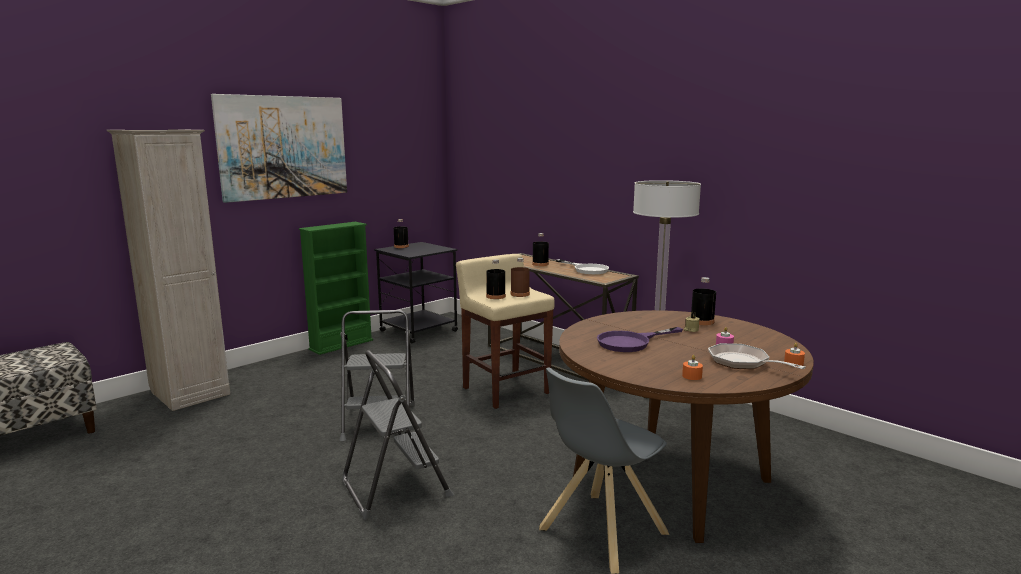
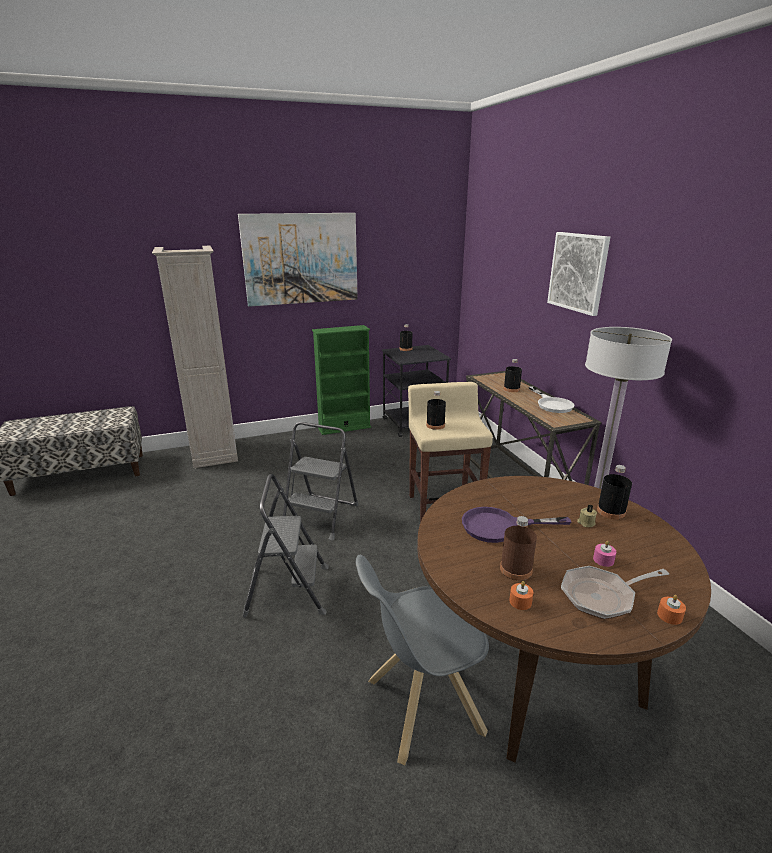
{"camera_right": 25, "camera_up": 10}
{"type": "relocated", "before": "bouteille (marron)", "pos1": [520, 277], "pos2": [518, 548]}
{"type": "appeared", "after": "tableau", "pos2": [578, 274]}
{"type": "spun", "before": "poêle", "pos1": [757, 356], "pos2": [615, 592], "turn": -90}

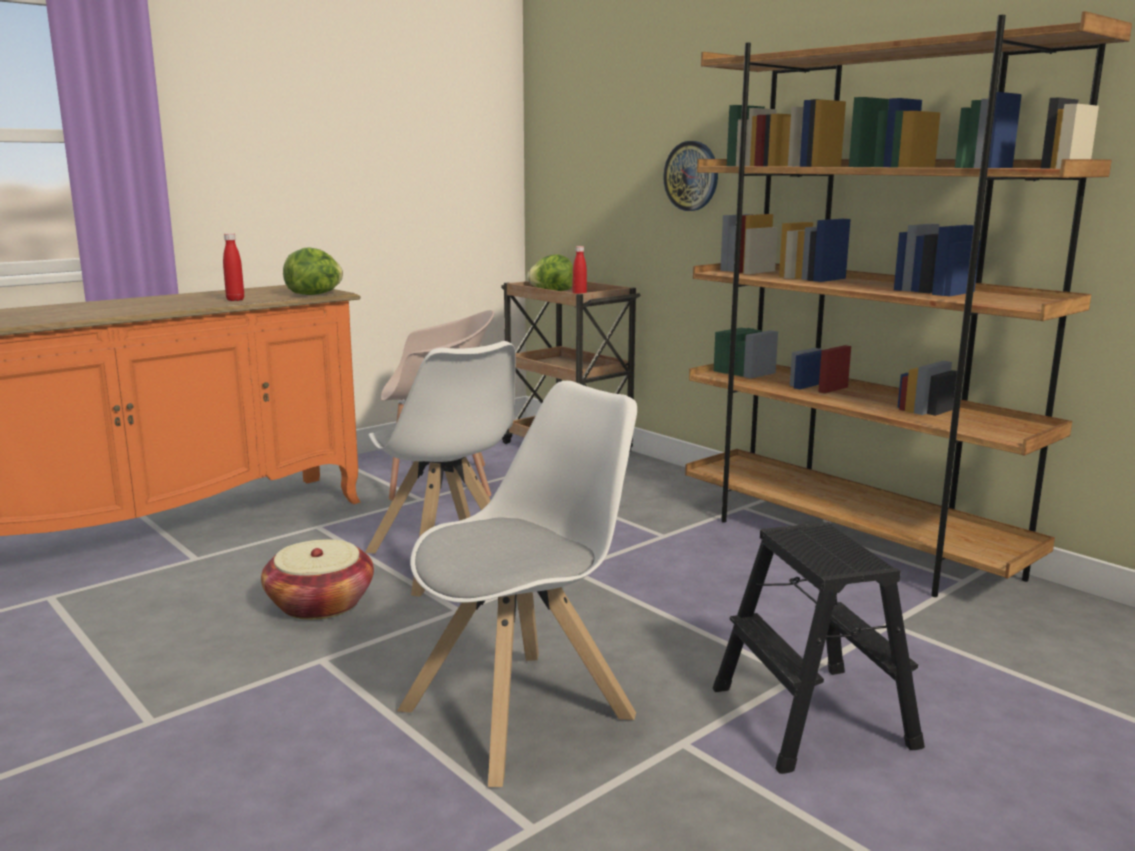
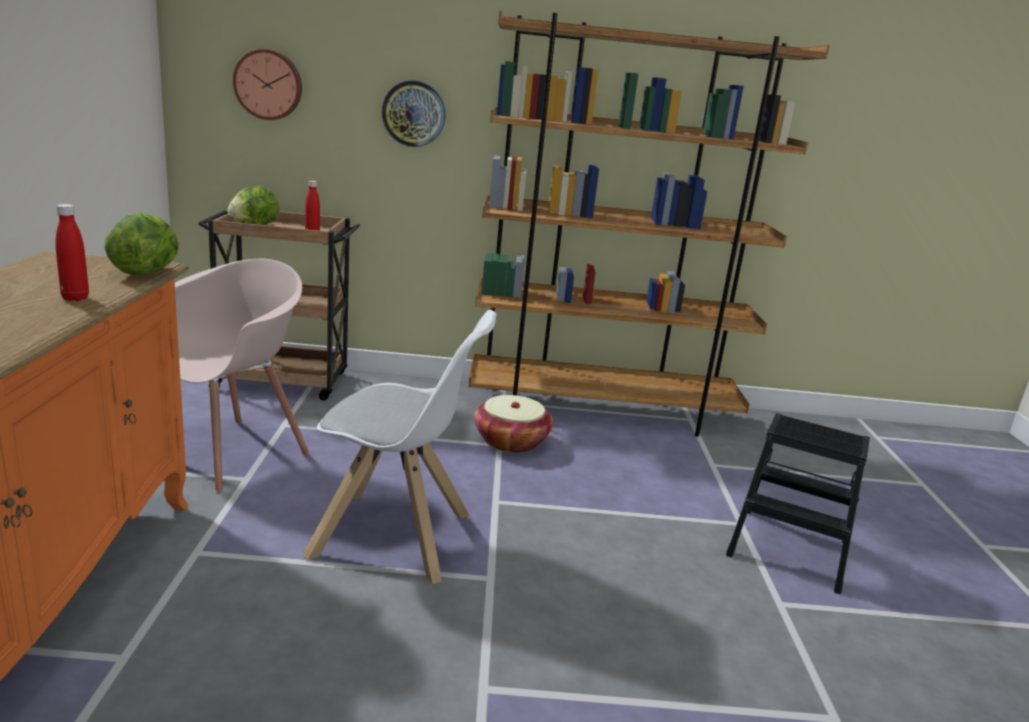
{"camera_right": -50, "camera_up": 5}
{"type": "appeared", "after": "horloge murale", "pos2": [267, 84]}
{"type": "relocated", "before": "panier", "pos1": [317, 579], "pos2": [513, 424]}
{"type": "missing", "before": "chaise", "pos1": [517, 584]}

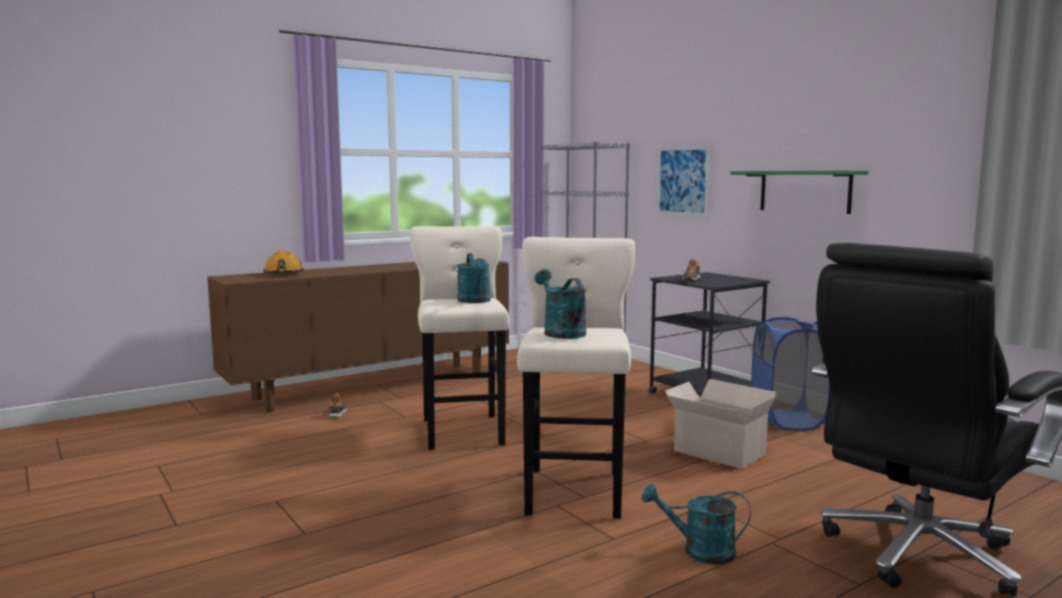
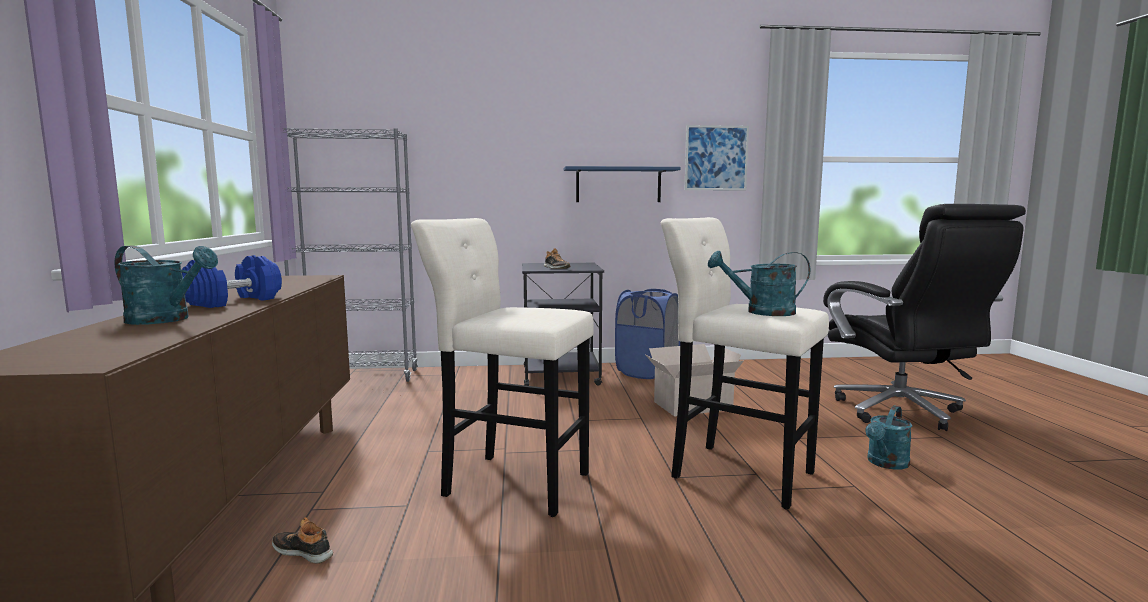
{"camera_right": -60, "camera_up": 0}
{"type": "relocated", "before": "arrosoir (turquoise)", "pos1": [474, 278], "pos2": [166, 285]}
{"type": "appeared", "after": "haltère (bleu)", "pos2": [232, 281]}
{"type": "colour", "before": "étagère (vert)", "after": "étagère (bleu)", "pos1": [799, 192], "pos2": [622, 184]}
{"type": "relocated", "before": "tableau", "pos1": [683, 181], "pos2": [716, 157]}
{"type": "missing", "before": "casque de chantier (orange)", "pos1": [283, 261]}

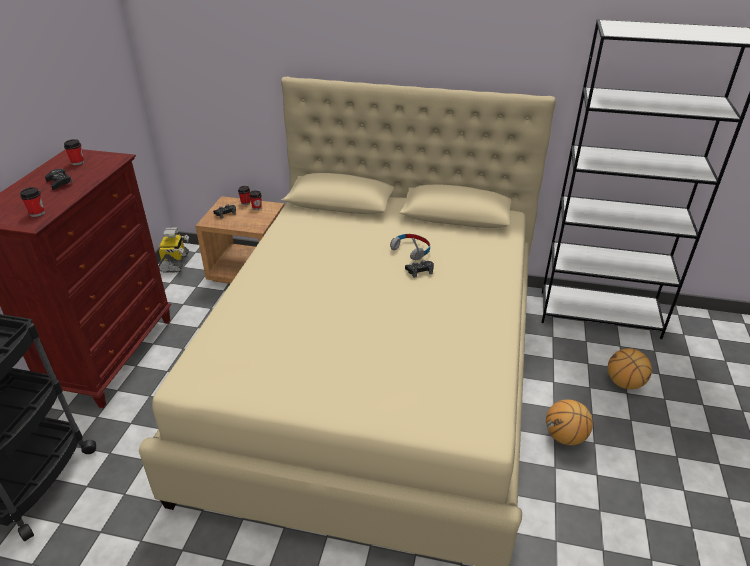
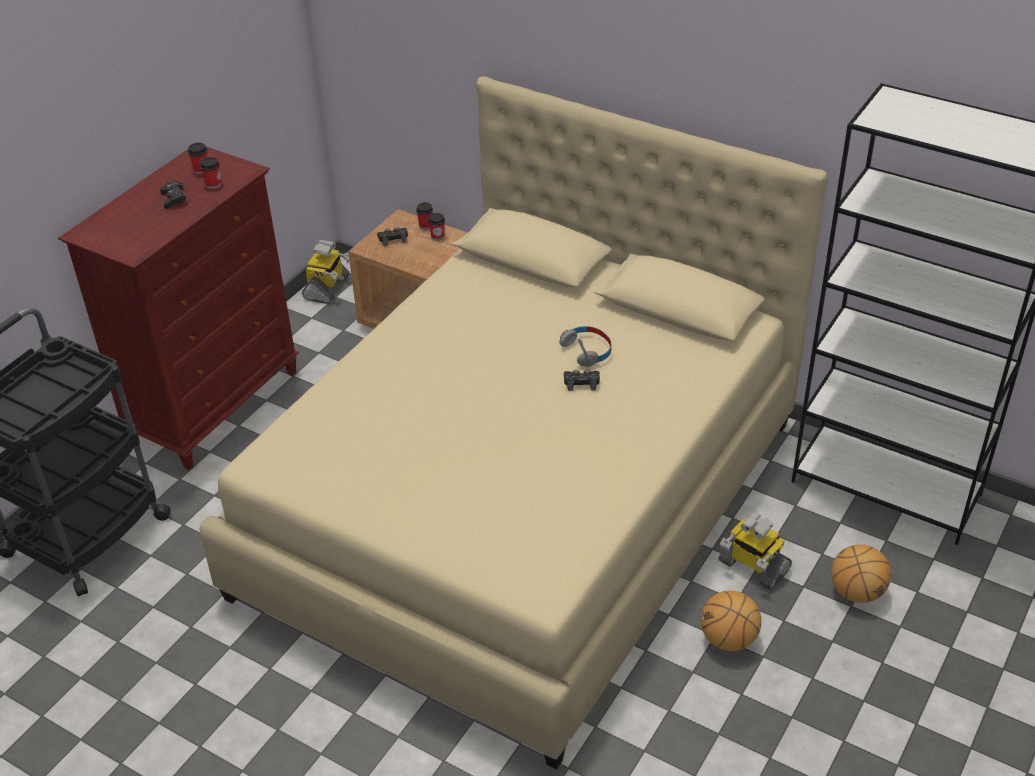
{"camera_right": 20, "camera_up": 5}
{"type": "relocated", "before": "tasse", "pos1": [32, 202], "pos2": [210, 173]}
{"type": "appeared", "after": "robot jouet", "pos2": [755, 551]}

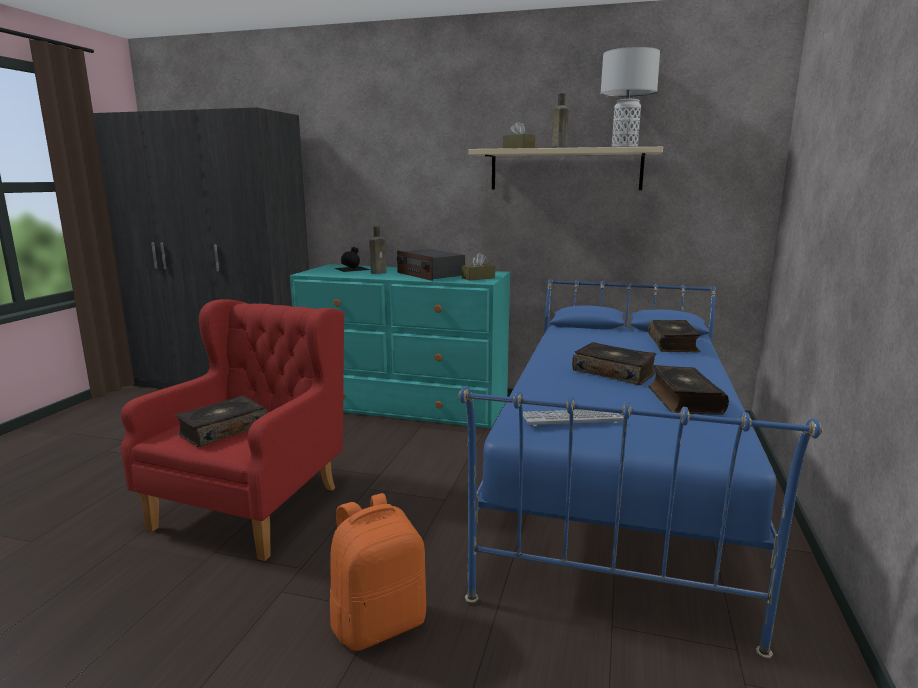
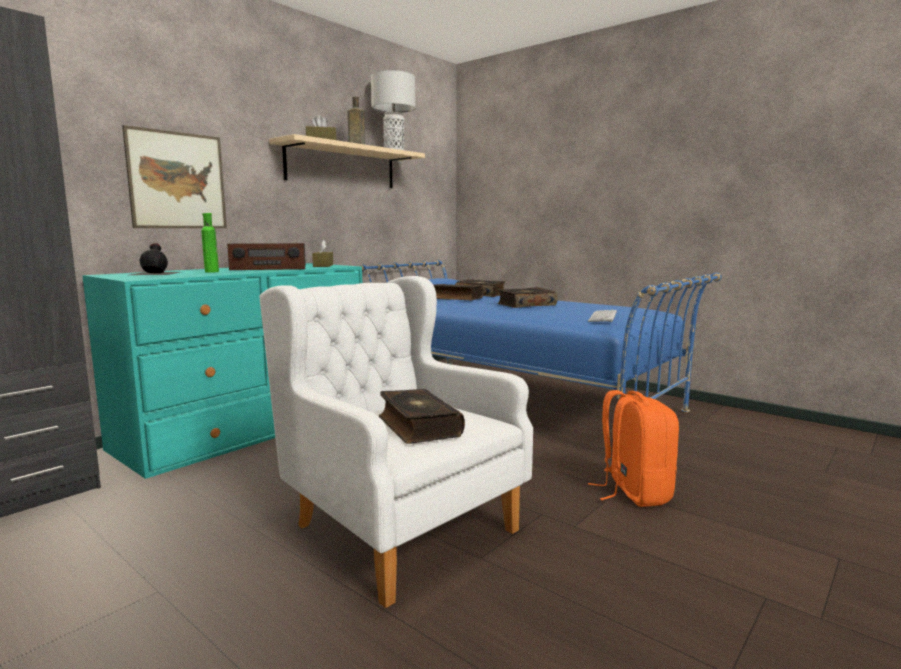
{"camera_right": -65, "camera_up": -5}
{"type": "appeared", "after": "tableau", "pos2": [174, 176]}
{"type": "colour", "before": "bouteille (marron)", "after": "bouteille (vert)", "pos1": [377, 250], "pos2": [210, 243]}
{"type": "colour", "before": "fauteuil (rouge)", "after": "fauteuil (blanc)", "pos1": [232, 430], "pos2": [396, 442]}
{"type": "relocated", "before": "livre", "pos1": [688, 390], "pos2": [458, 292]}

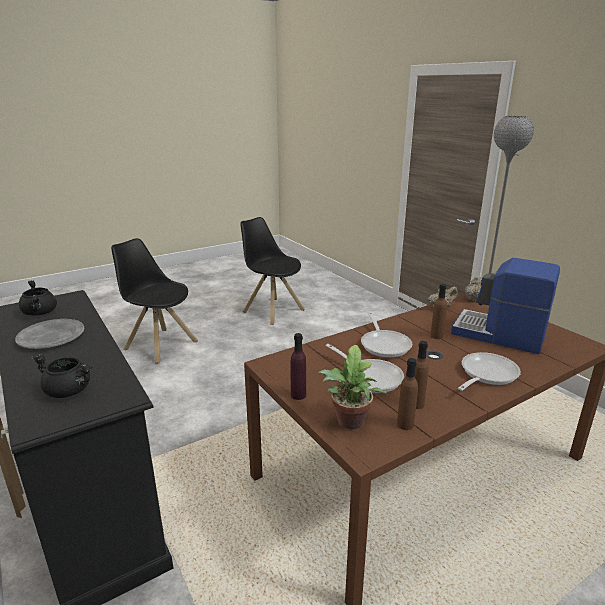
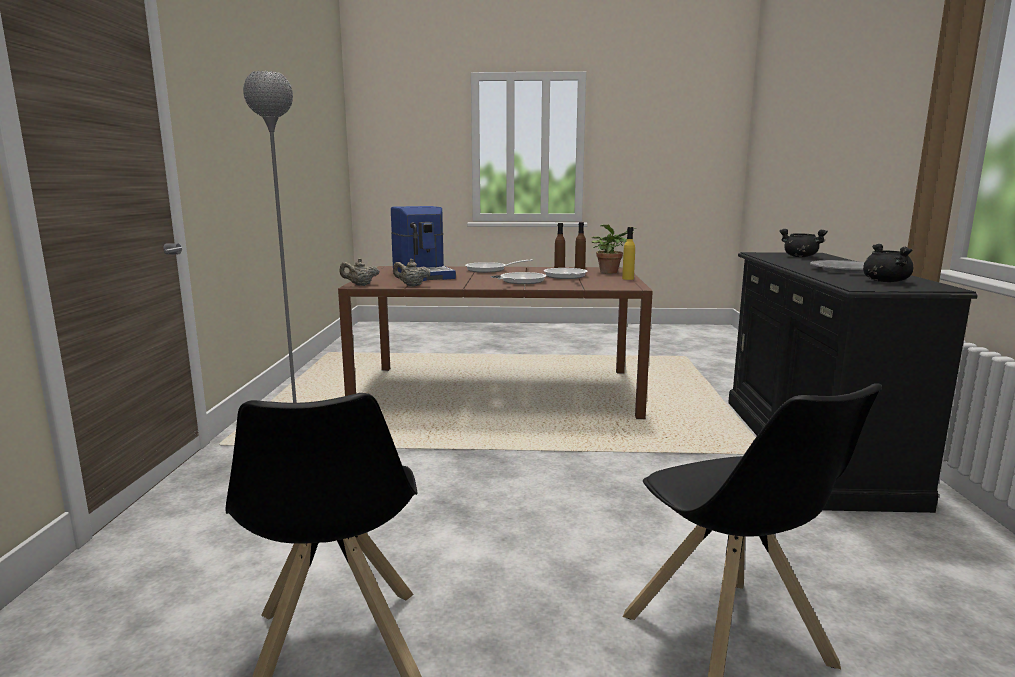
{"camera_right": -145, "camera_up": -10}
{"type": "colour", "before": "bouteille (violet)", "after": "bouteille (jaune)", "pos1": [298, 366], "pos2": [628, 253]}
{"type": "missing", "before": "bouteille (marron)", "pos1": [438, 311]}

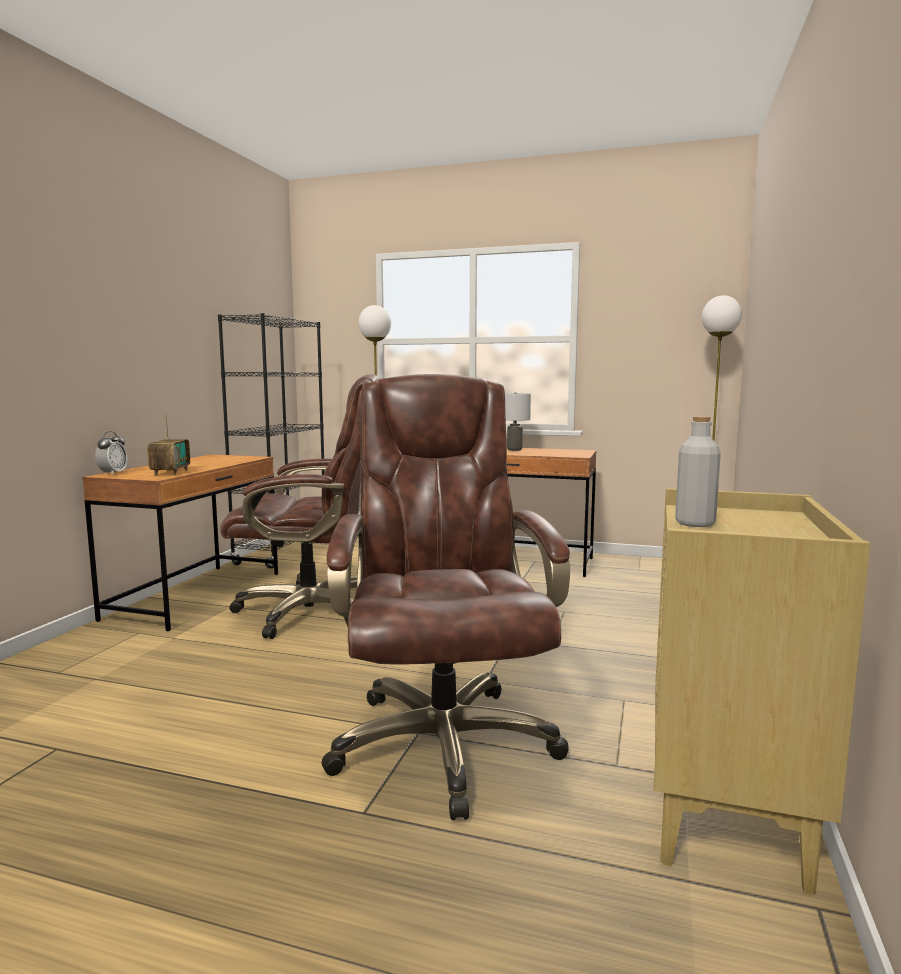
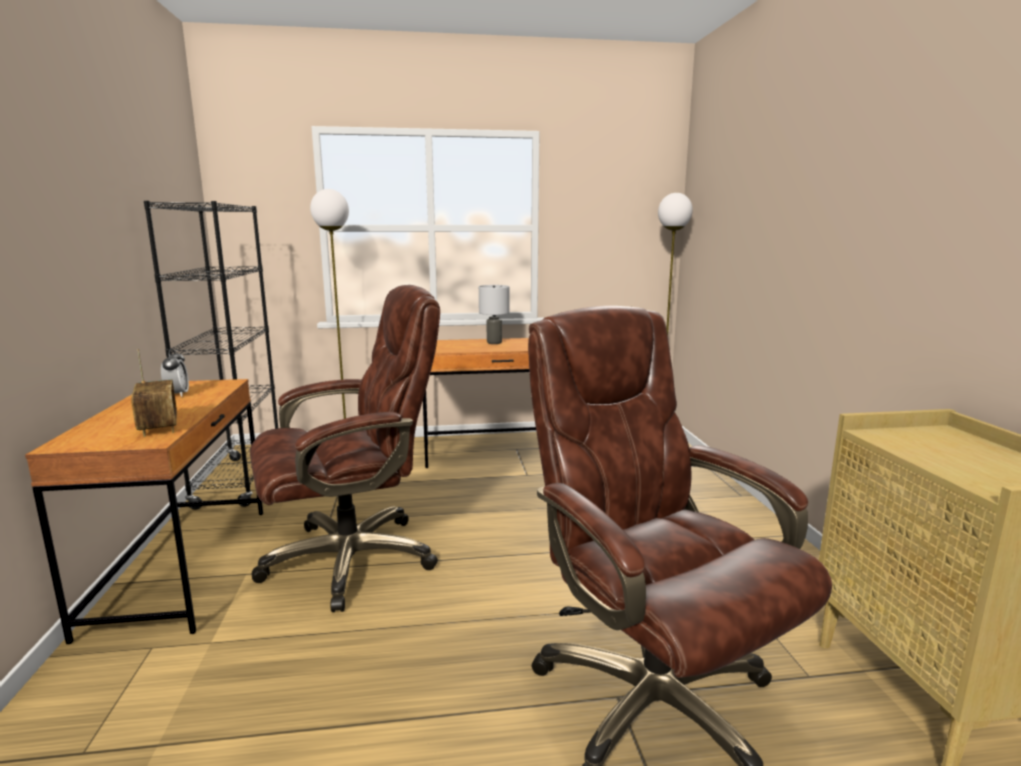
{"camera_right": -25, "camera_up": 5}
{"type": "relocated", "before": "réveil", "pos1": [111, 453], "pos2": [175, 372]}
{"type": "missing", "before": "bouteille (gris)", "pos1": [698, 471]}

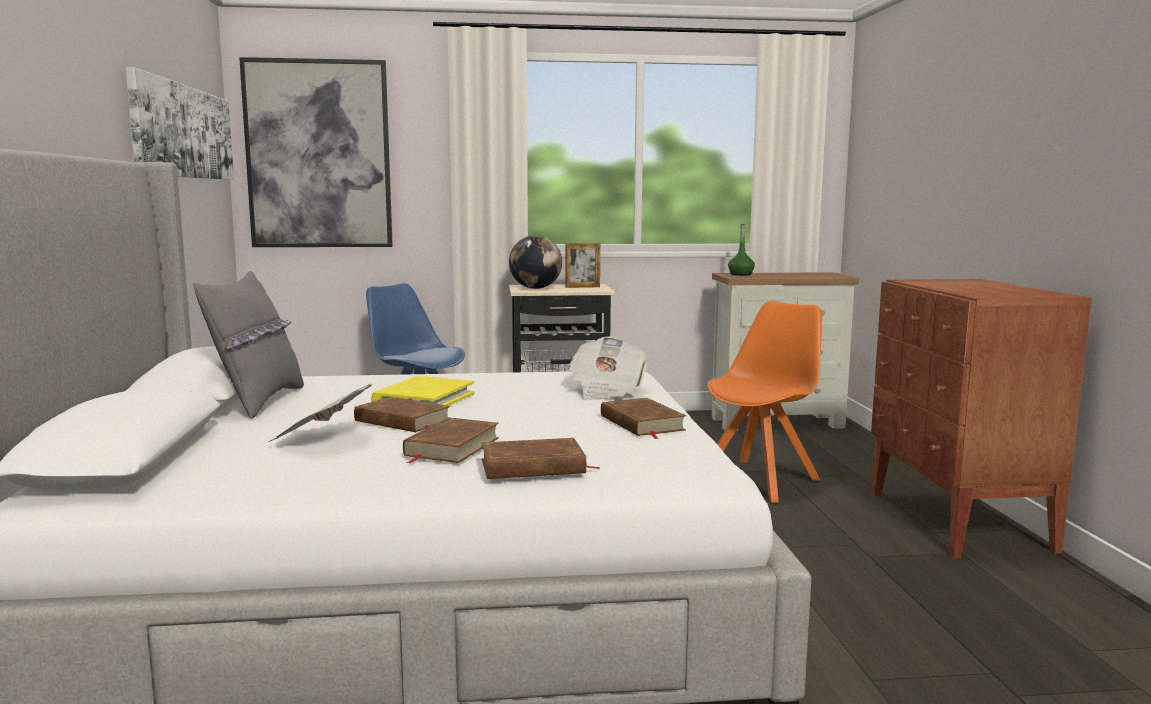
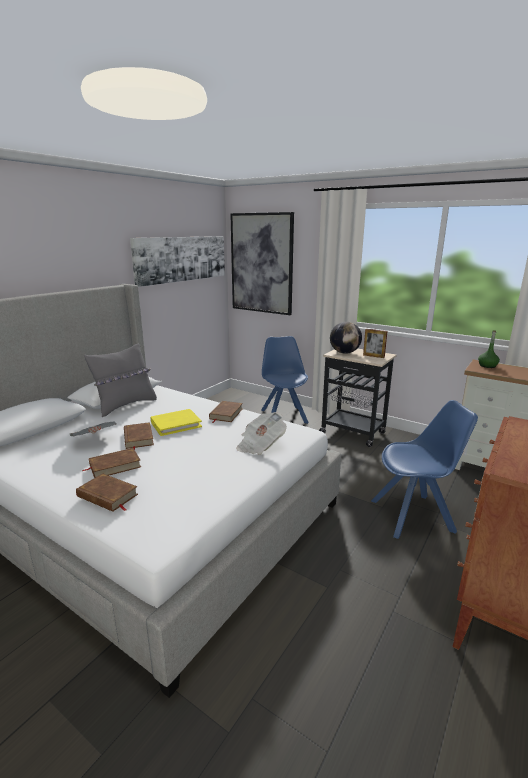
{"camera_right": 40, "camera_up": 10}
{"type": "relocated", "before": "livre (marron)", "pos1": [643, 418], "pos2": [226, 412]}
{"type": "colour", "before": "chaise (orange)", "after": "chaise (bleu)", "pos1": [765, 402], "pos2": [424, 469]}

